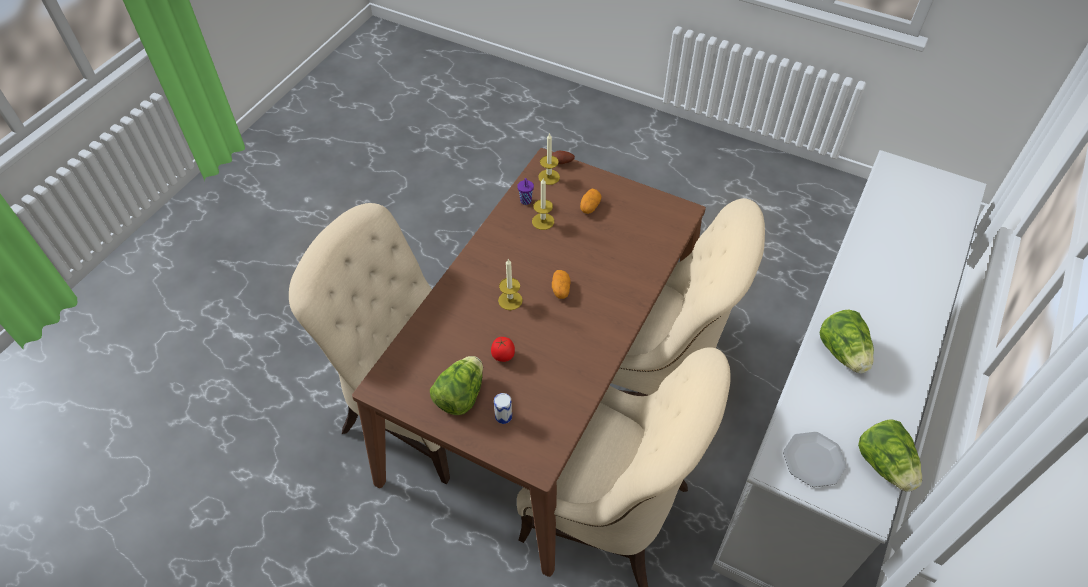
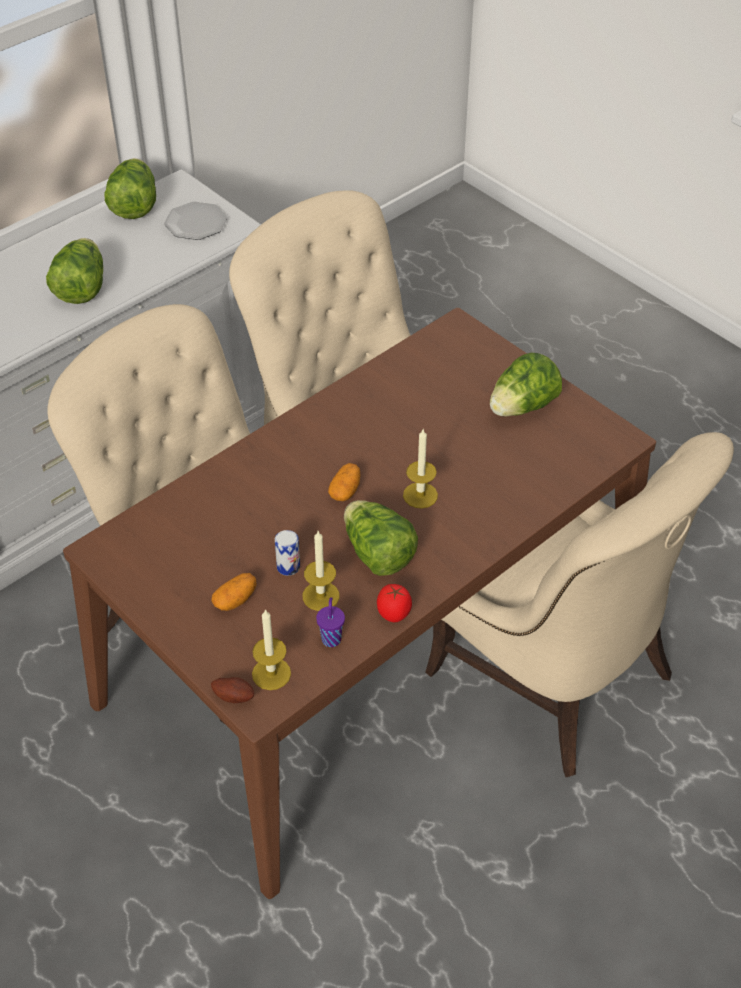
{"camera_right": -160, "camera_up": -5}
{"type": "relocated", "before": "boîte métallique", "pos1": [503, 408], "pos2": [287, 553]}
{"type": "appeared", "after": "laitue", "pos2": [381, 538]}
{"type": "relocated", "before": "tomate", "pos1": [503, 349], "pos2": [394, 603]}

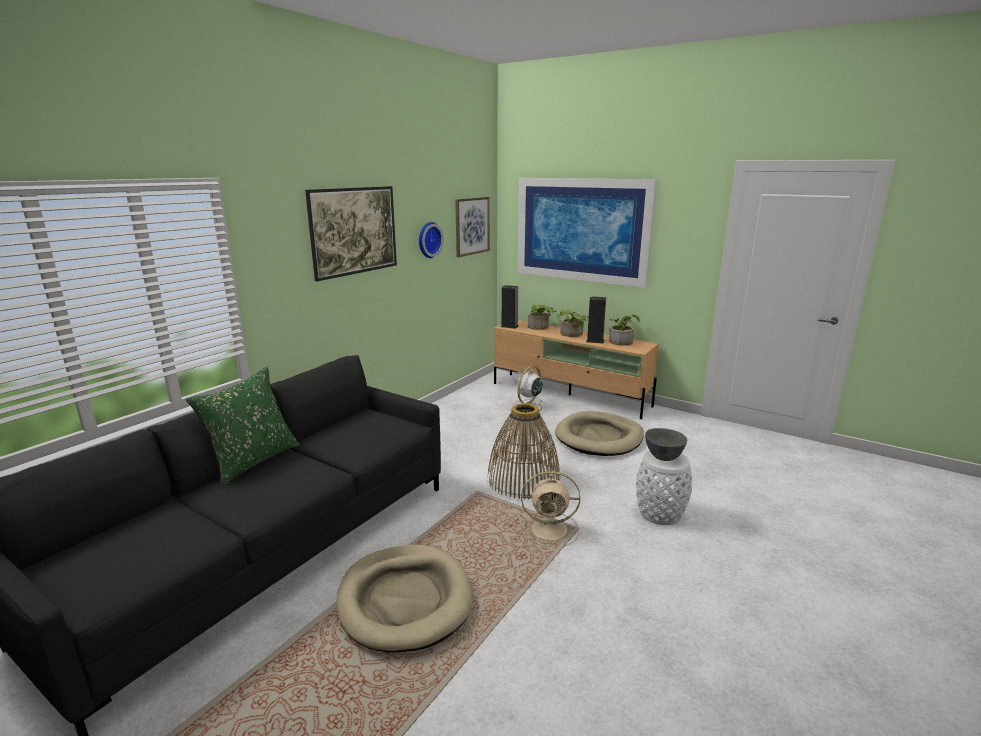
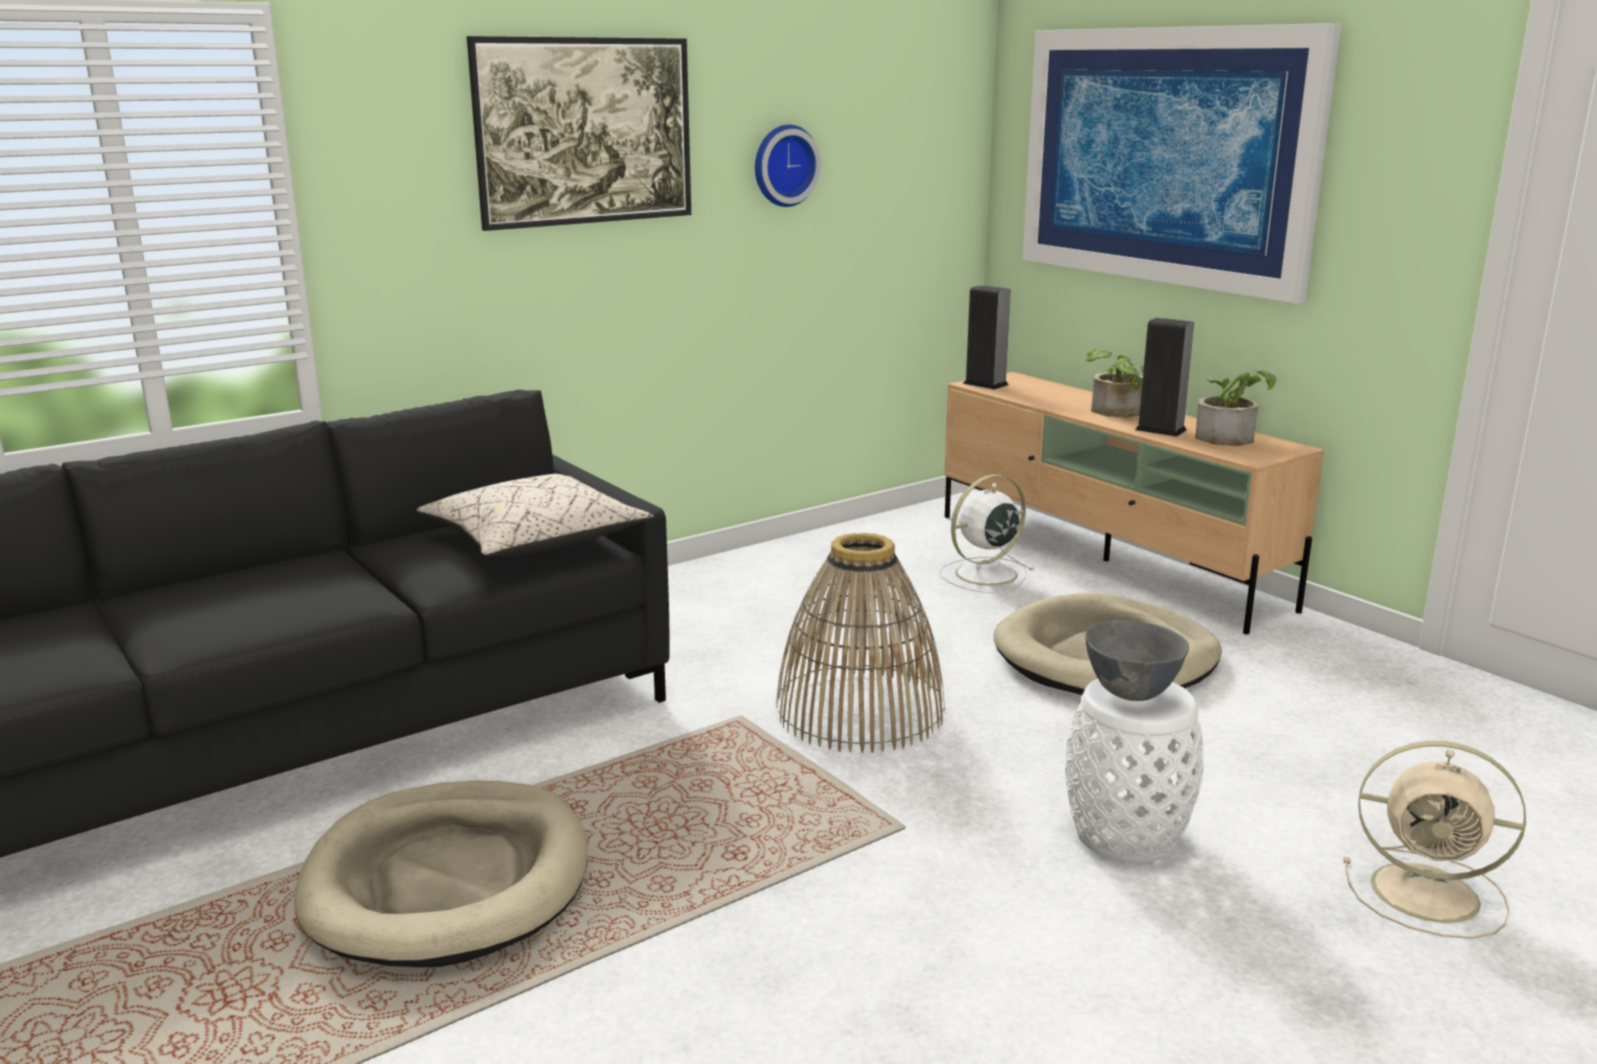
{"camera_right": 20, "camera_up": 0}
{"type": "appeared", "after": "coussin (beige)", "pos2": [535, 515]}
{"type": "relocated", "before": "ventilateur (beige)", "pos1": [549, 509], "pos2": [1434, 840]}
{"type": "missing", "before": "coussin (vert)", "pos1": [242, 426]}
{"type": "missing", "before": "tableau", "pos1": [472, 227]}
{"type": "missing", "before": "plante en pot", "pos1": [542, 317]}

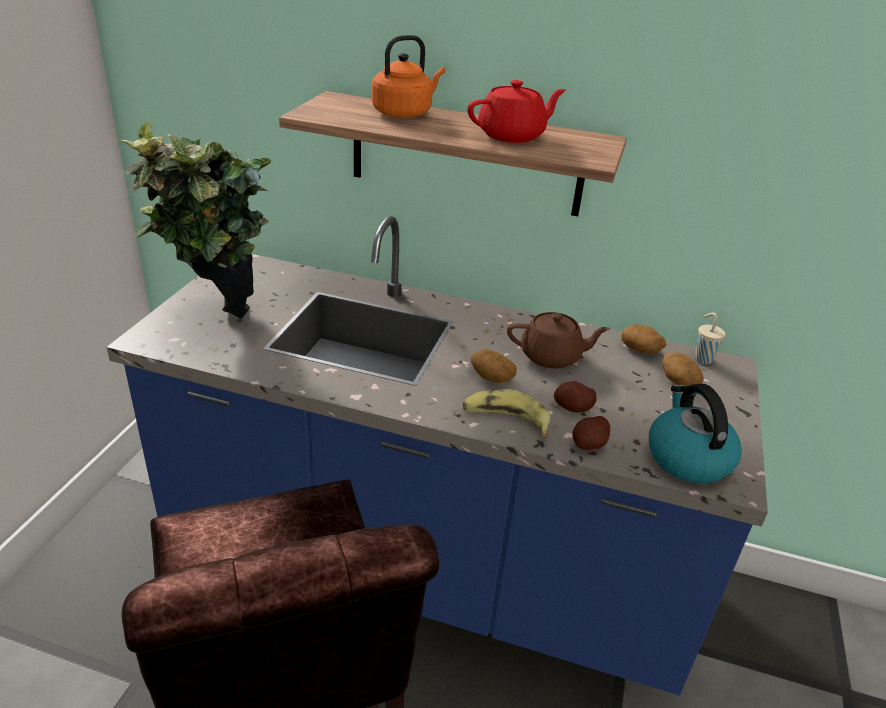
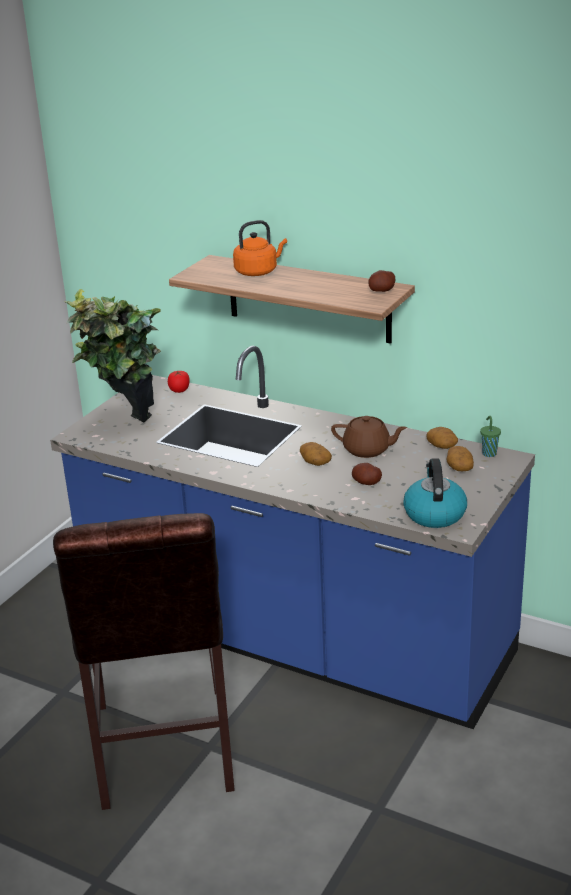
{"camera_right": 15, "camera_up": -5}
{"type": "appeared", "after": "tomate", "pos2": [179, 381]}
{"type": "relocated", "before": "pomme de terre", "pos1": [591, 433], "pos2": [381, 281]}
{"type": "colour", "before": "tasse (beige)", "after": "tasse (vert)", "pos1": [710, 338], "pos2": [490, 436]}
{"type": "missing", "before": "banane", "pos1": [506, 412]}
{"type": "missing", "before": "théière (rouge)", "pos1": [516, 111]}

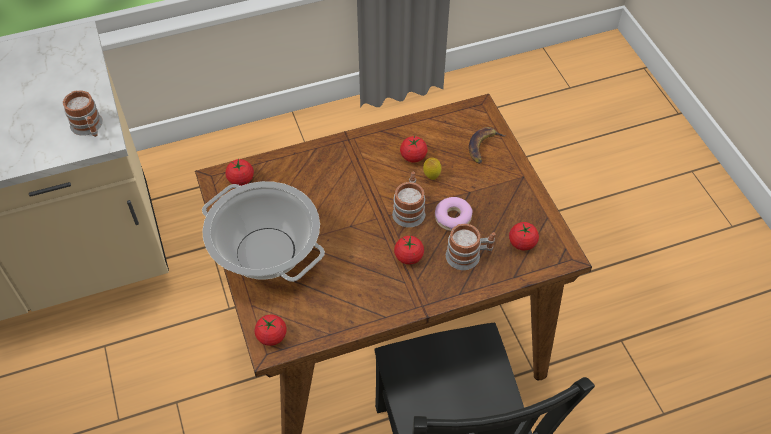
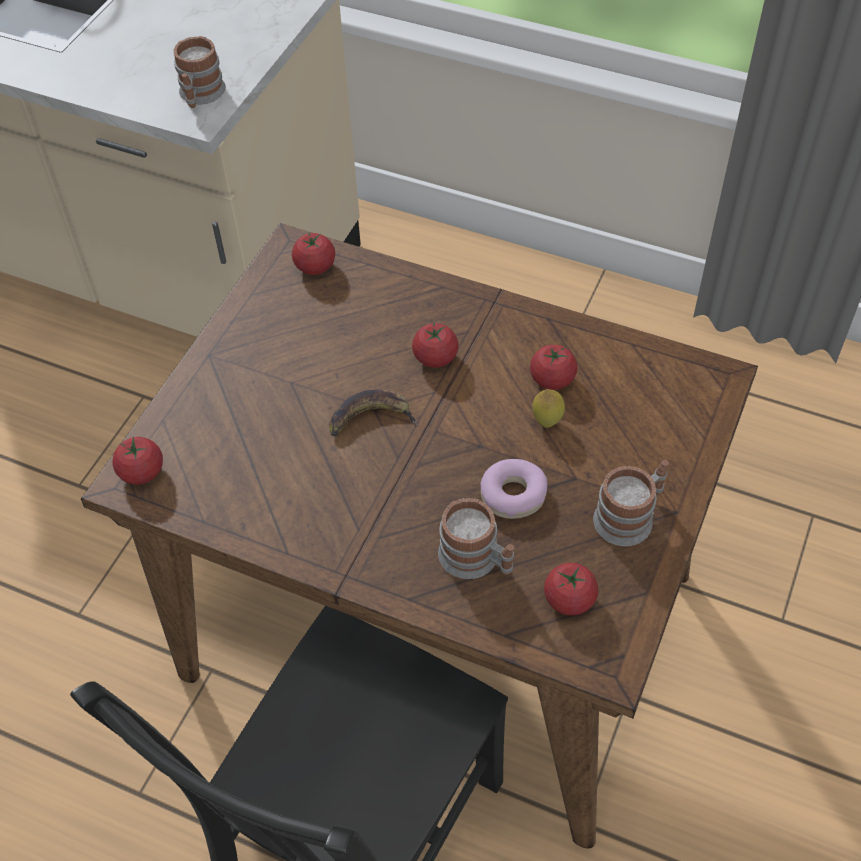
{"camera_right": 45, "camera_up": 0}
{"type": "relocated", "before": "banane", "pos1": [487, 145], "pos2": [374, 412]}
{"type": "relocated", "before": "tomate", "pos1": [409, 250], "pos2": [435, 345]}
{"type": "relocated", "before": "mug", "pos1": [408, 199], "pos2": [631, 503]}
{"type": "missing", "before": "marmite", "pos1": [263, 231]}

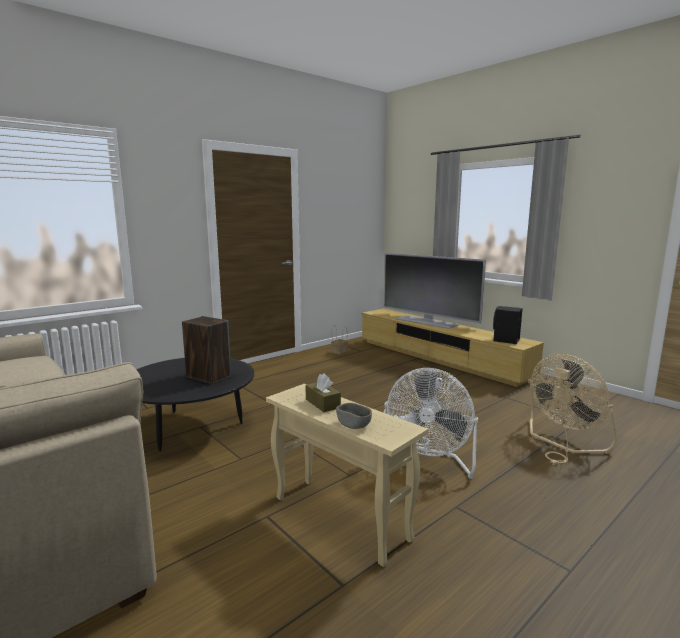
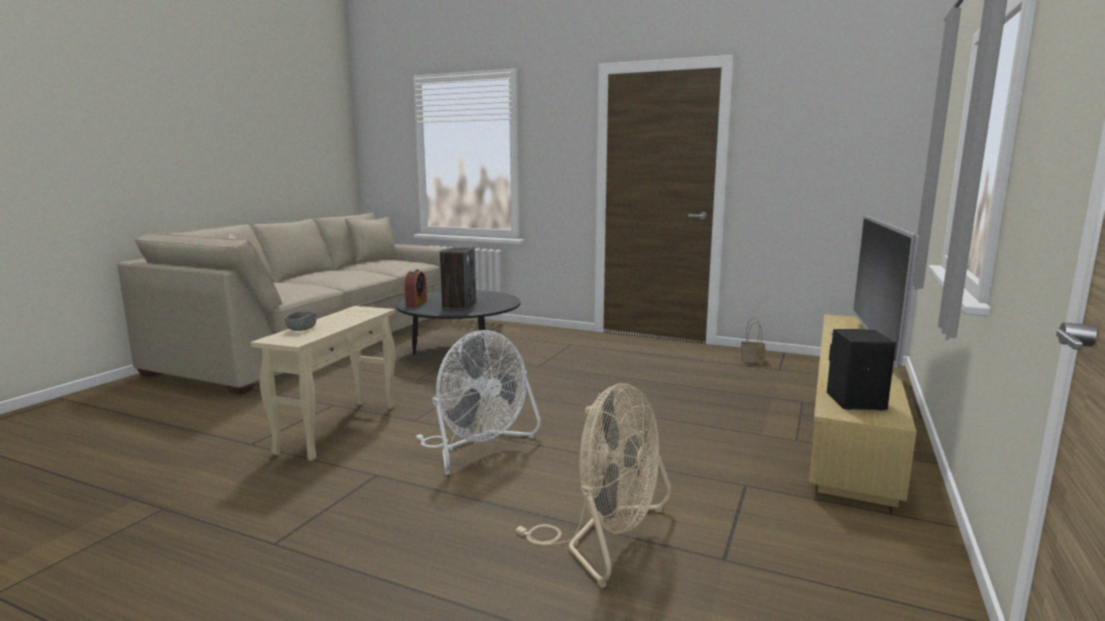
{"camera_right": 65, "camera_up": 0}
{"type": "appeared", "after": "réveil", "pos2": [416, 288]}
{"type": "spun", "before": "ventilateur (blanc)", "pos1": [431, 423], "pos2": [478, 402], "turn": -135}
{"type": "missing", "before": "boîte à mouchoirs (marron)", "pos1": [323, 392]}

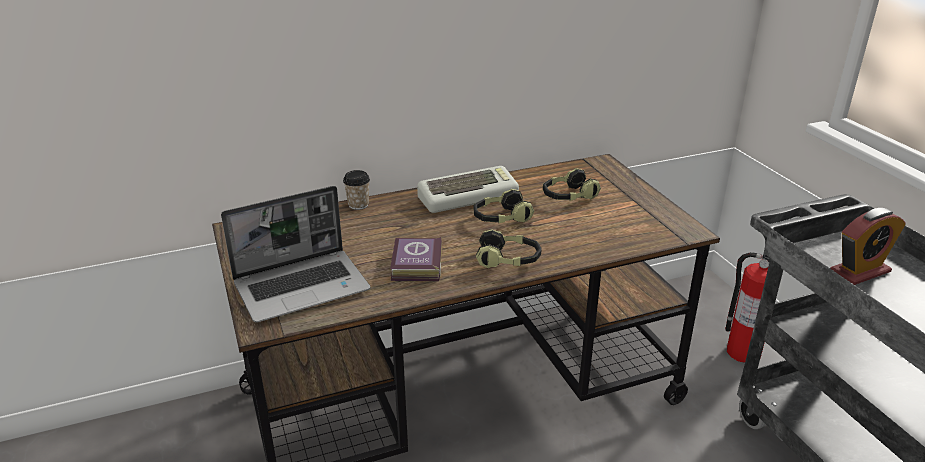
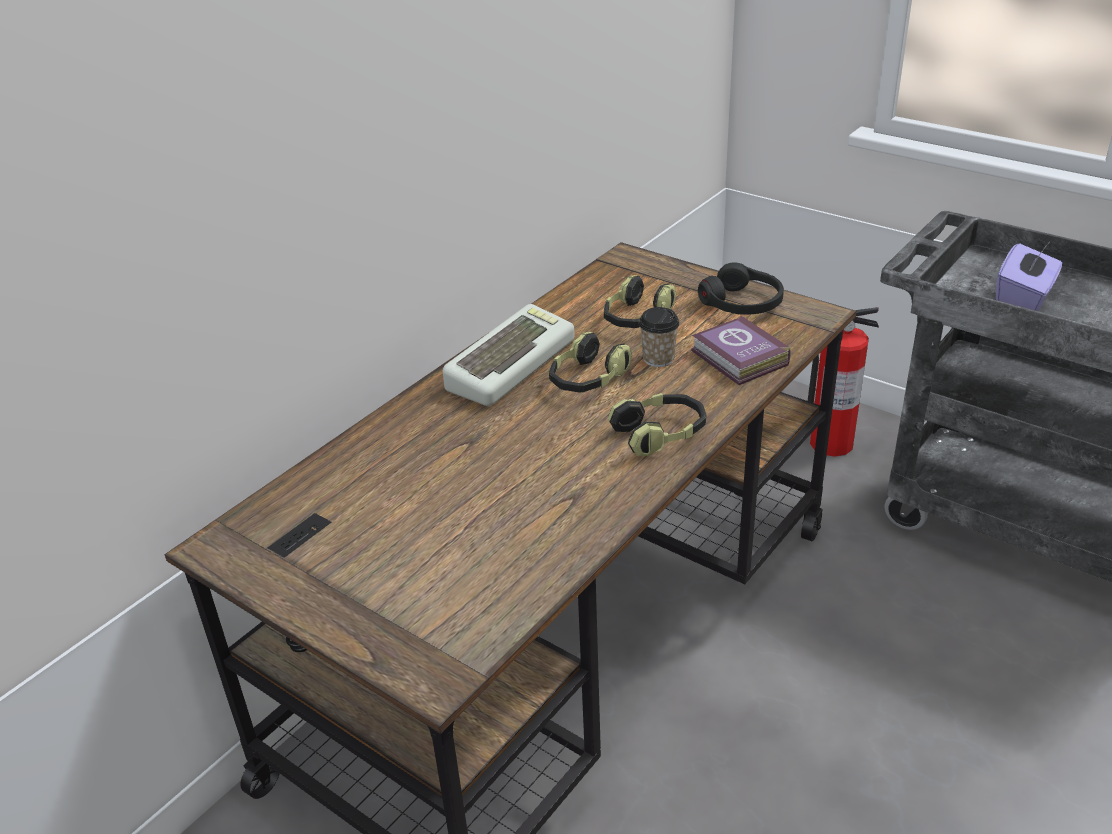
{"camera_right": -30, "camera_up": 5}
{"type": "relocated", "before": "tasse", "pos1": [356, 190], "pos2": [659, 337]}
{"type": "relocated", "before": "livre", "pos1": [416, 259], "pos2": [741, 350]}
{"type": "appeared", "after": "casque audio (noir)", "pos2": [741, 289]}
{"type": "exchanged", "before": "réveil", "after": "boîte à mouchoirs (violet)", "pos1": [868, 246], "pos2": [1029, 277]}
{"type": "missing", "before": "ordinateur portable", "pos1": [296, 254]}

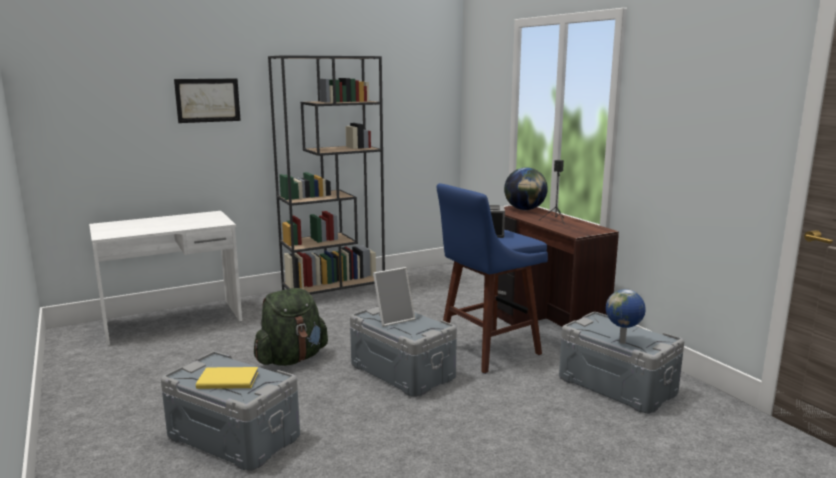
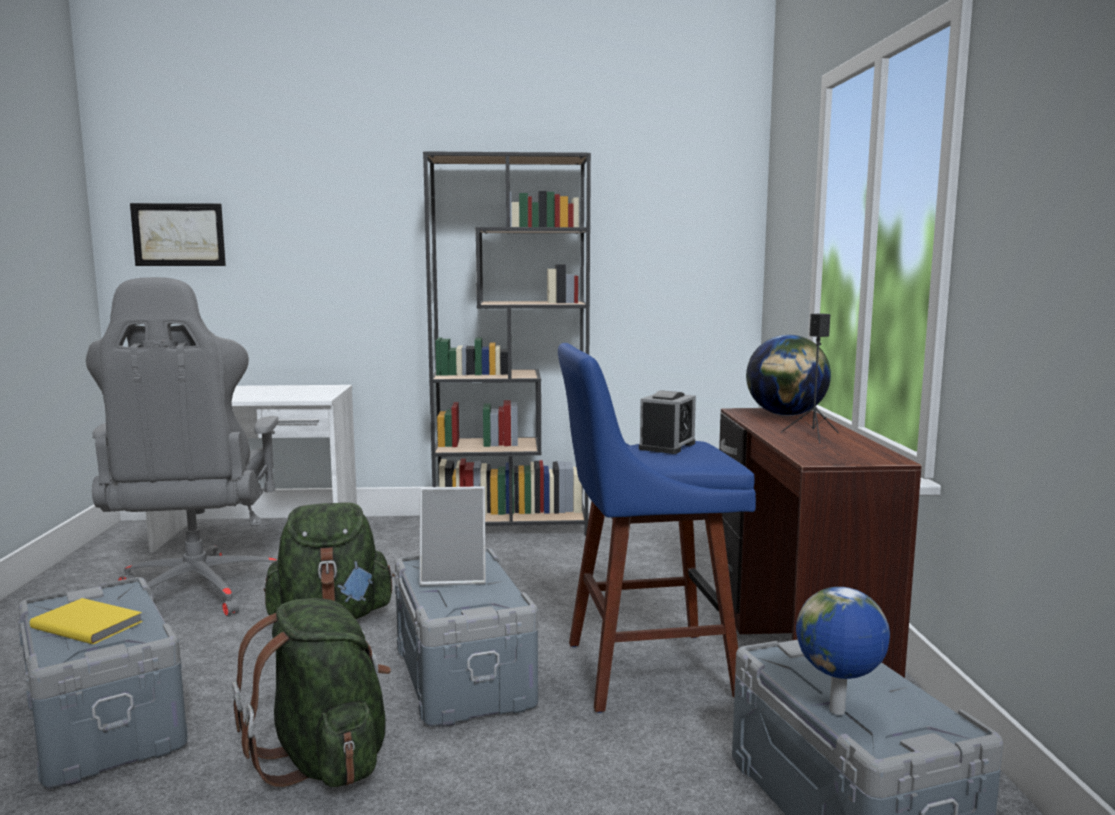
{"camera_right": 25, "camera_up": -5}
{"type": "appeared", "after": "chaise de bureau (gris)", "pos2": [182, 446]}
{"type": "relocated", "before": "tableau", "pos1": [207, 101], "pos2": [178, 234]}
{"type": "appeared", "after": "sac à dos (vert)", "pos2": [311, 692]}

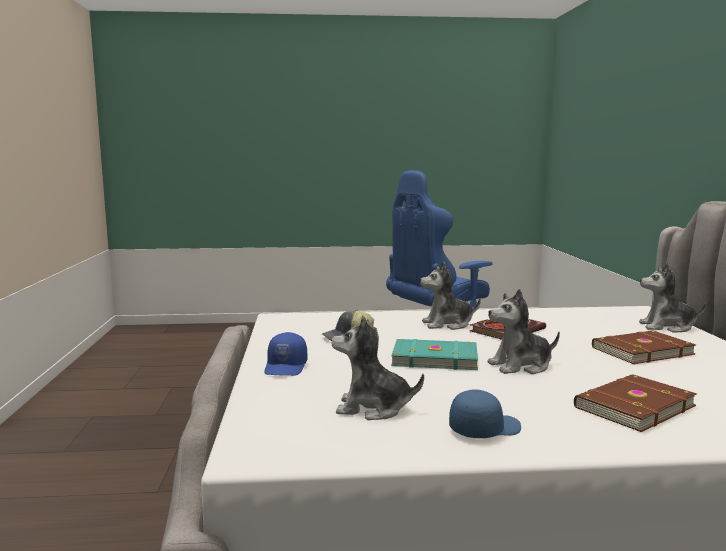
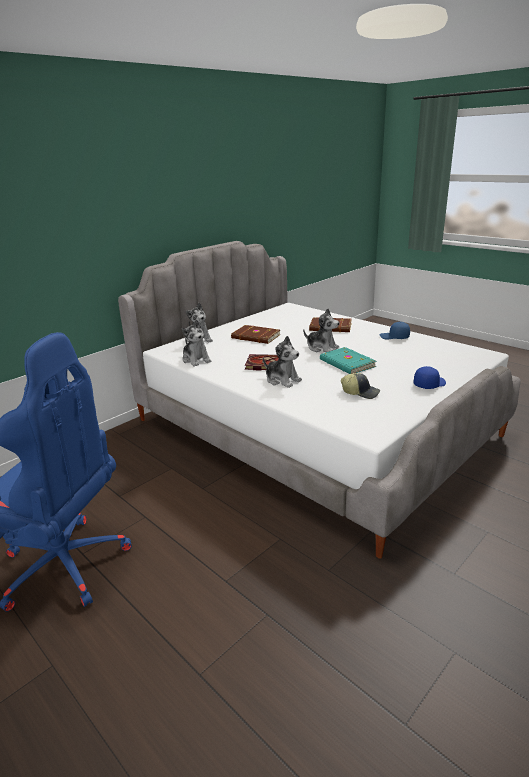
{"camera_right": -130, "camera_up": 15}
{"type": "relocated", "before": "peluche", "pos1": [378, 368], "pos2": [196, 343]}

